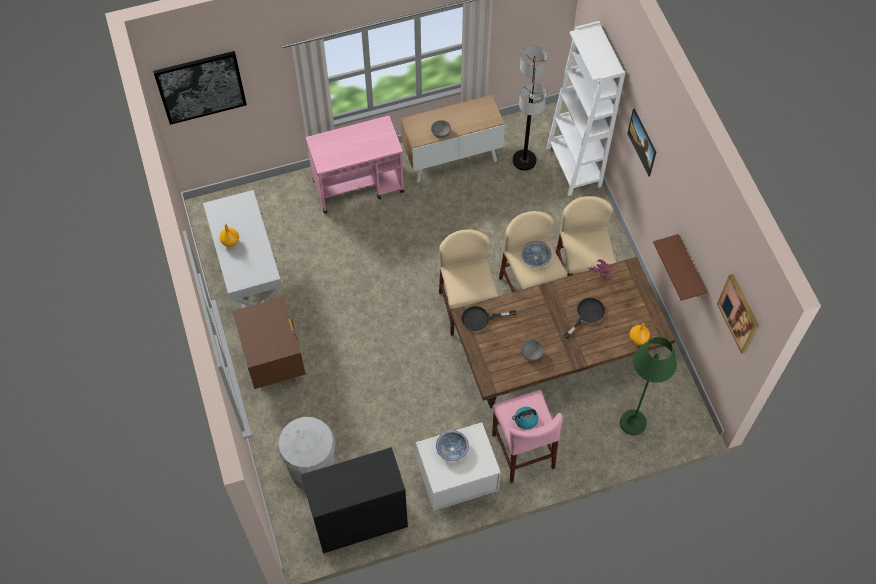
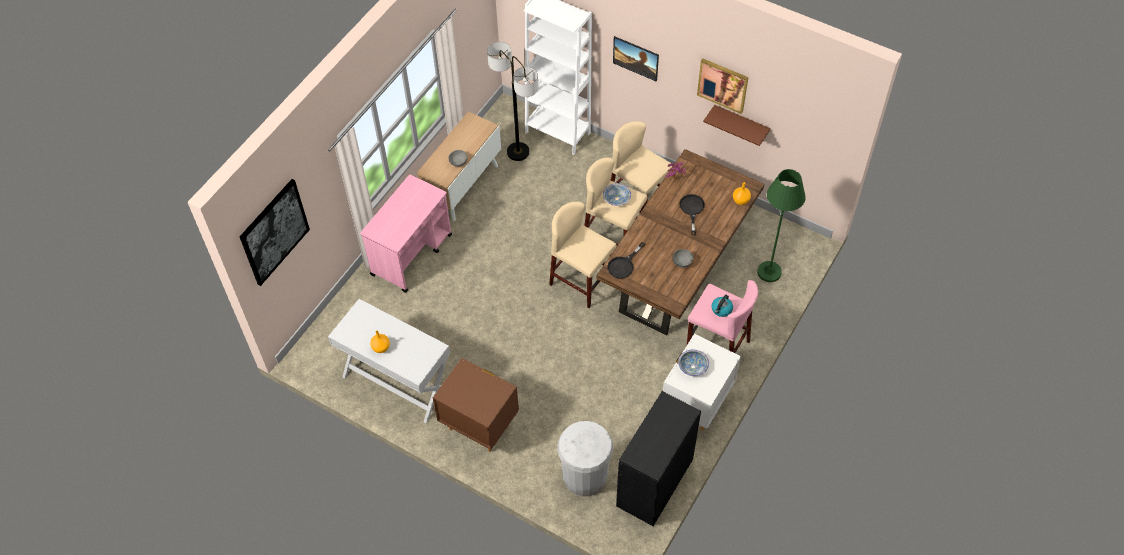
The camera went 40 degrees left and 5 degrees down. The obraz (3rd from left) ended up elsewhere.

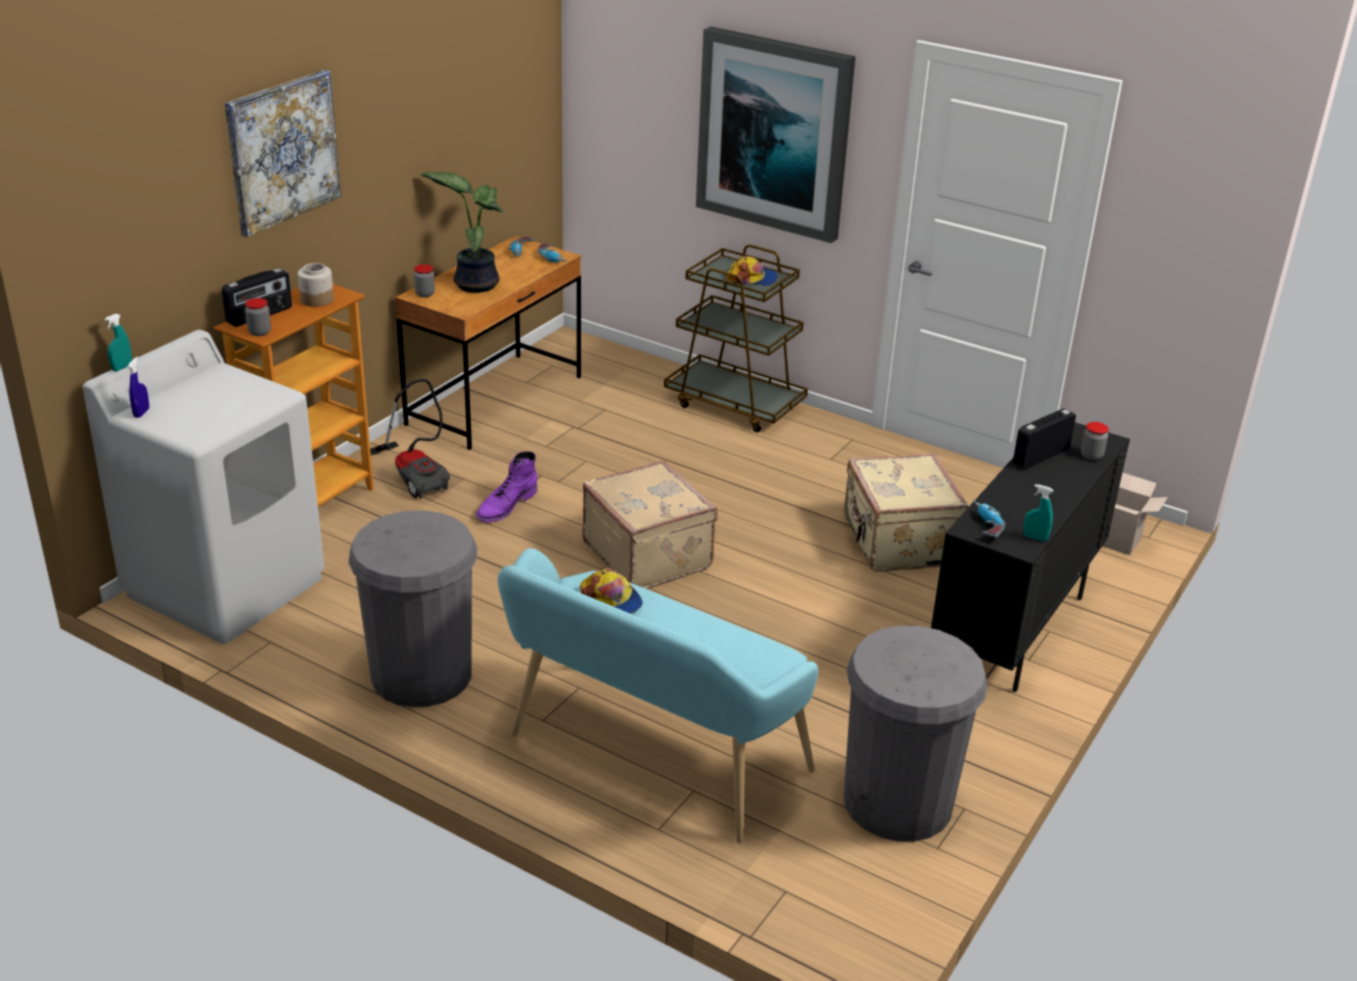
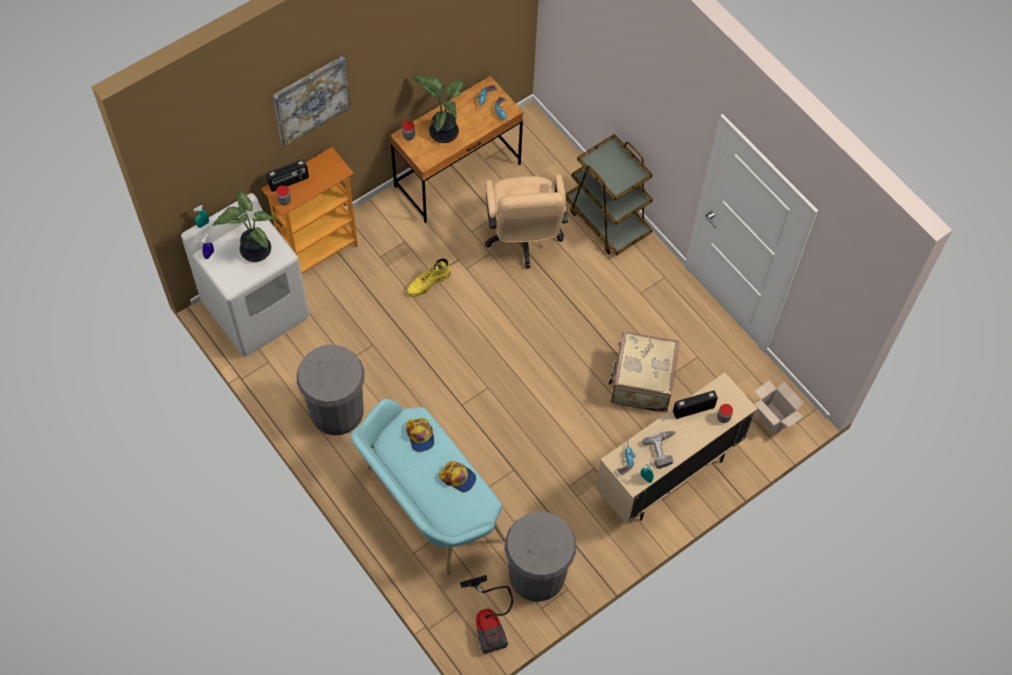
The camera went 20 degrees right and 30 degrees up. The second view lost the słoik (2nd from left). The second view lost the walizka [beżowy] (1st from left). The second view lost the obraz (2nd from left). The second view gained the roślina doniczkowa (1st from left). The second view gained the krzesło biurowe [beżowy]. The second view gained the wiertarka (4th from left). The odkurzacz ended up elsewhere. The czapka z daszkiem (2nd from left) ended up elsewhere. What was the but z cholewką [fioletowy] turned into the but z cholewką [żółty]. What was the szafka [czarny] turned into the szafka [beżowy].

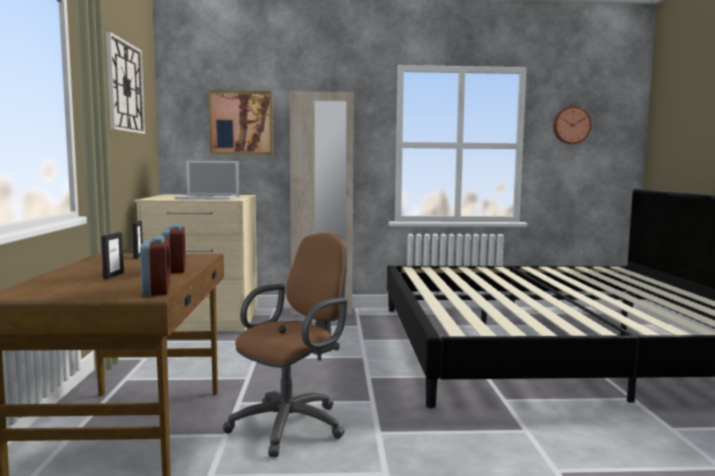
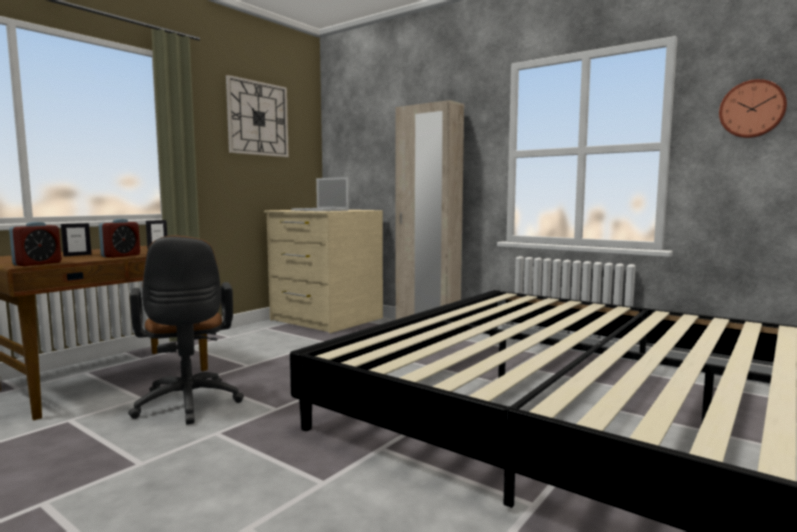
The camera went 40 degrees right and 0 degrees up. The second view lost the obraz. The krzesło biurowe [brązowy] ended up facing another way, 75 degrees clockwise from before.

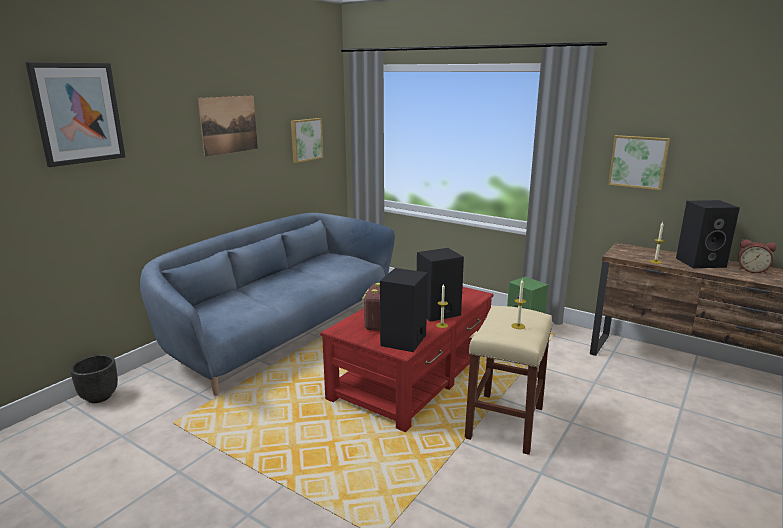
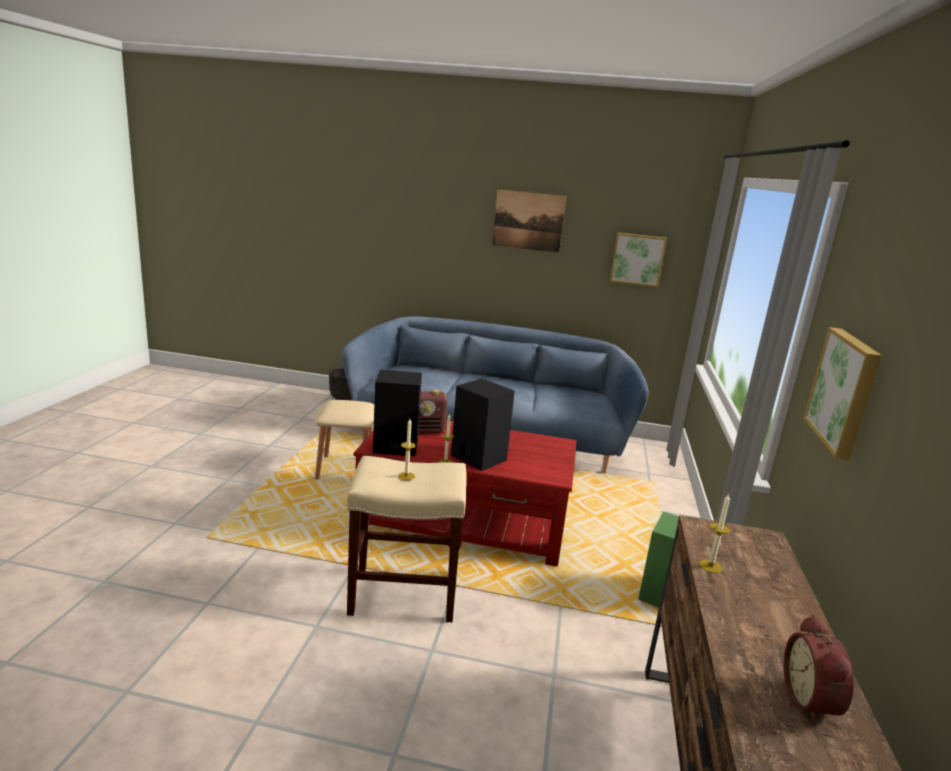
The camera went 65 degrees right and 0 degrees up. The second view lost the obraz (1st from left). The second view lost the głośnik [czarny] (3rd from left). The second view gained the stołek [beżowy] (1st from left).

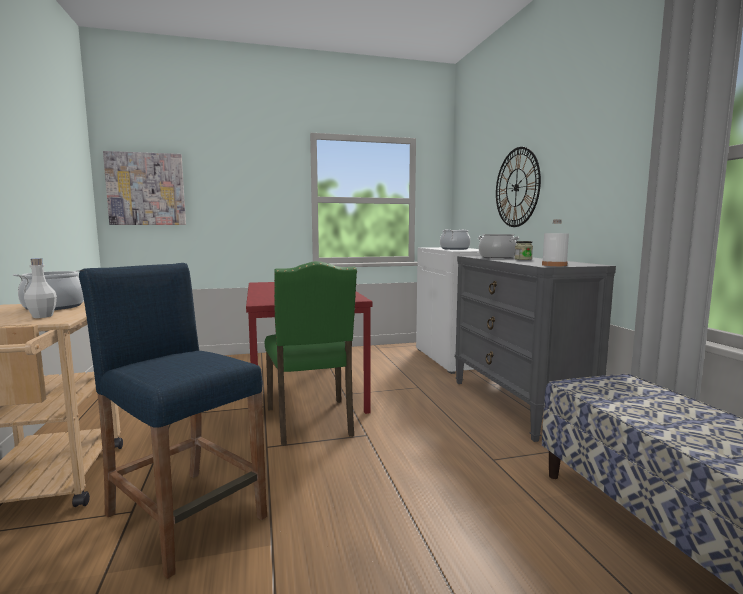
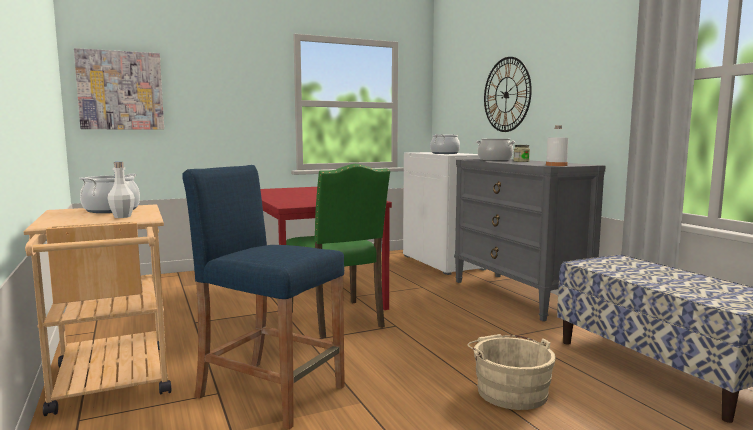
The camera went 10 degrees left and 0 degrees up. The second view gained the wiadro [beżowy].

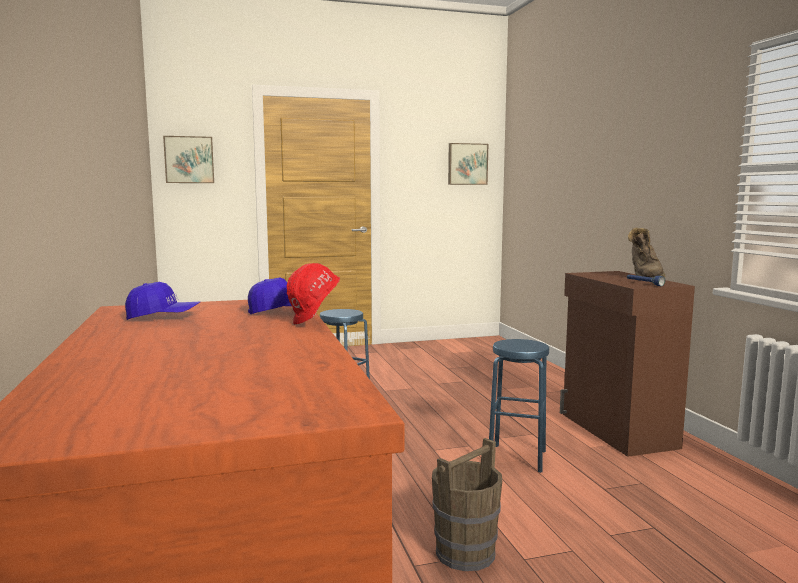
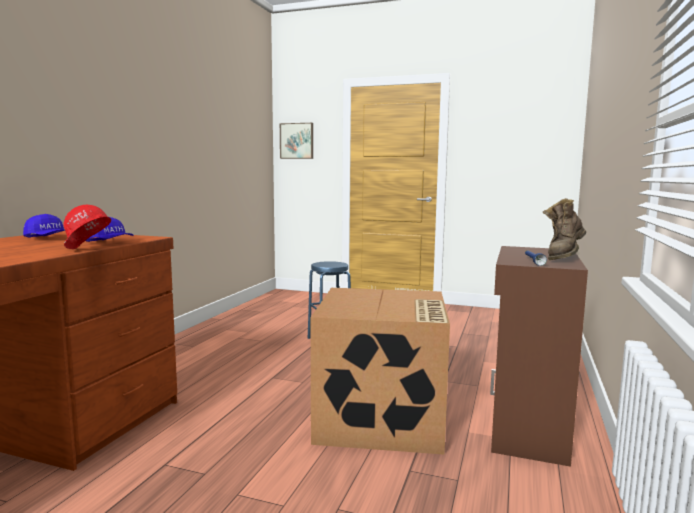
The camera went 35 degrees right and 0 degrees up. The second view lost the wiadro [brązowy]. The second view lost the obraz (2nd from left). Where the stołek [niebieski] (2nd from left) stood, the karton came to stand.

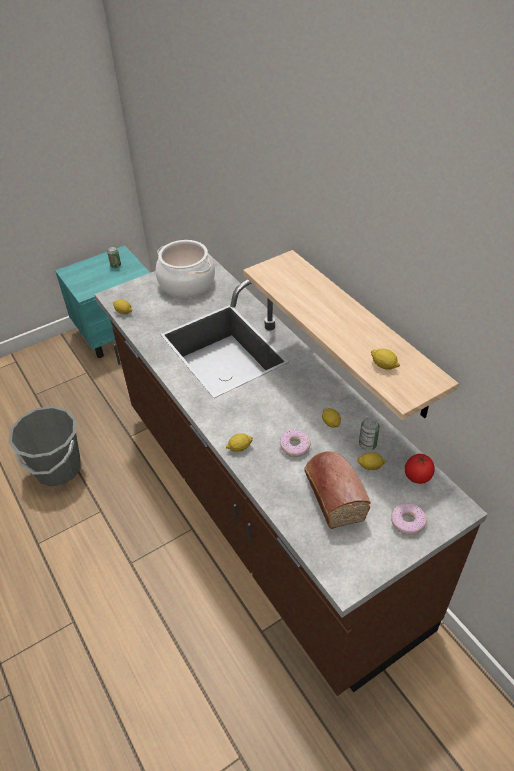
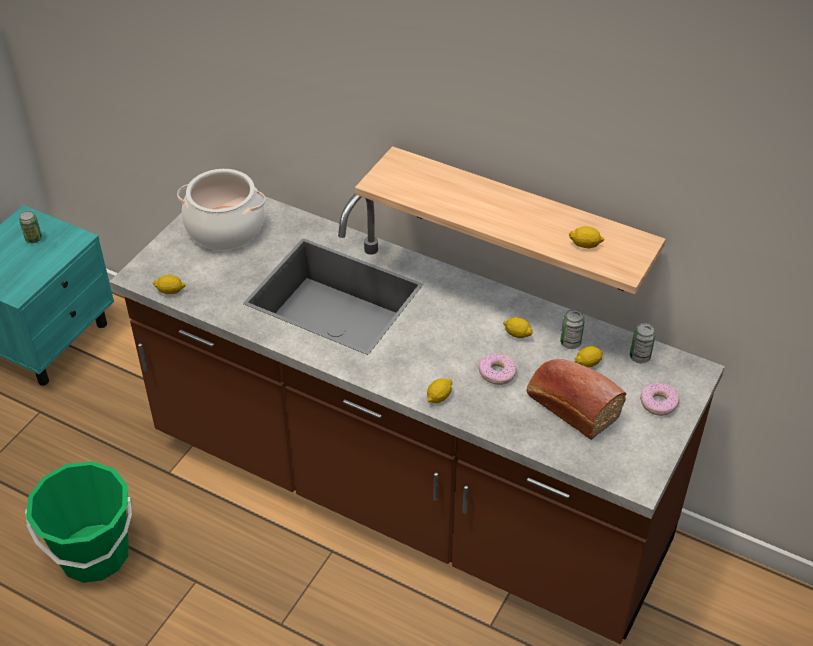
The camera went 30 degrees left and 0 degrees up. Where the pomidor stood, the puszka (3rd from left) came to stand. What was the wiadro [szary] turned into the wiadro [zielony].

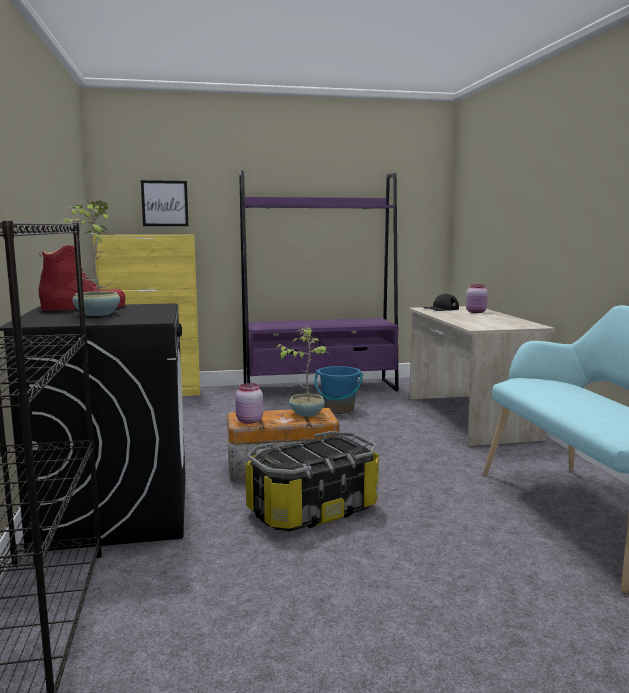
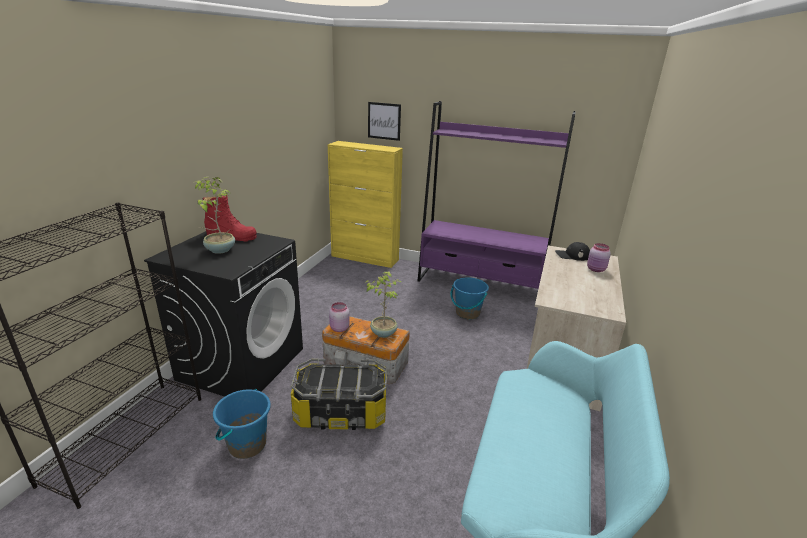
The camera went 30 degrees right and 15 degrees up. The second view gained the wiadro [niebieski] (1st from left).

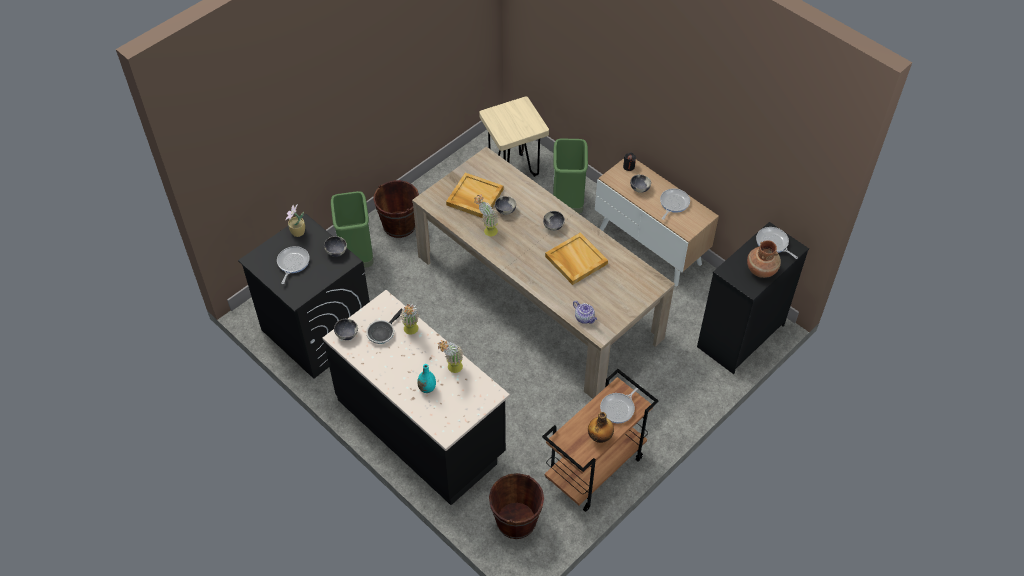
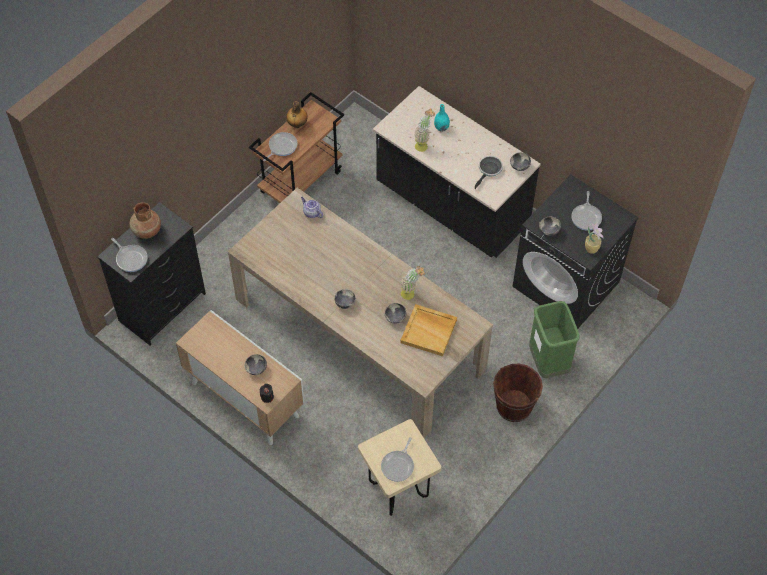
The camera went 175 degrees right and 5 degrees up. The second view lost the roślina doniczkowa (2nd from left). The second view lost the wiadro [brązowy] (2nd from left). The second view lost the taca [beżowy] (2nd from left). The second view lost the kosz na śmieci [zielony] (2nd from left). The patelnia (4th from left in the first image) ended up elsewhere.

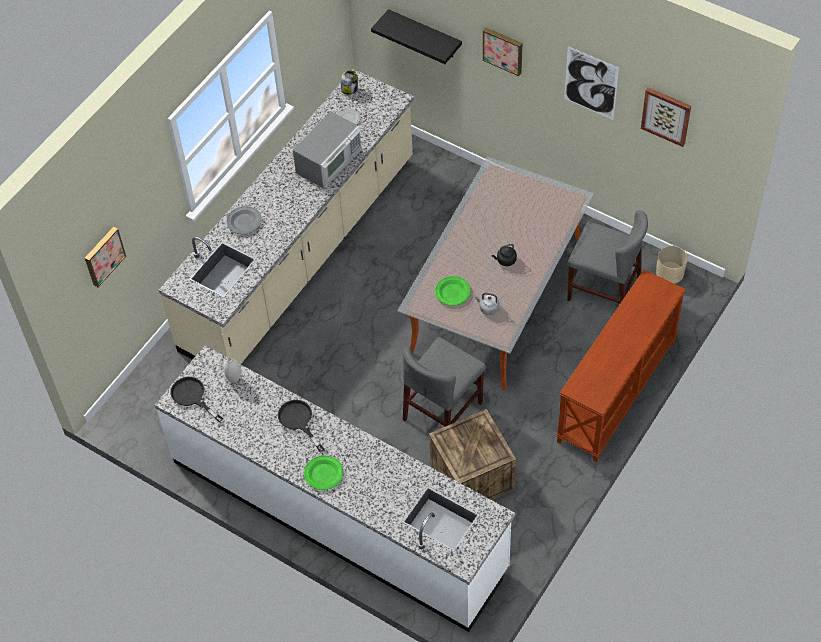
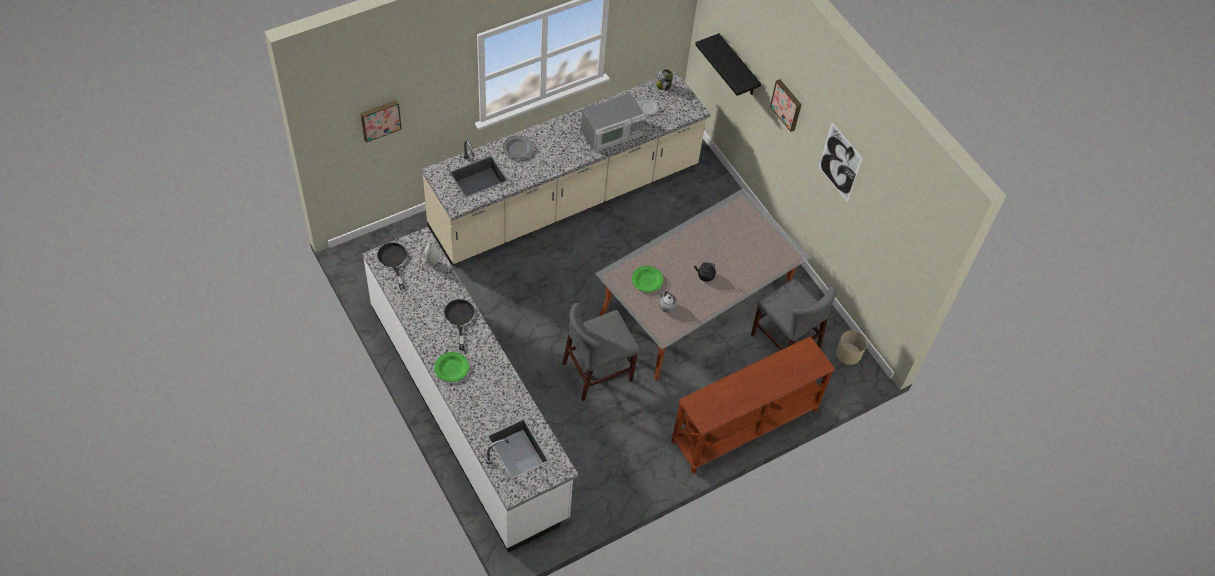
The camera went 20 degrees right and 0 degrees up. The second view lost the skrzynka. The second view lost the obraz (4th from left).

